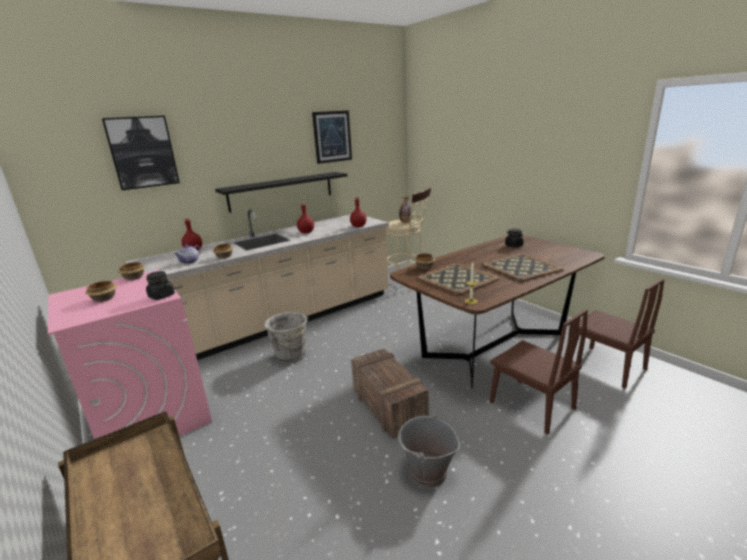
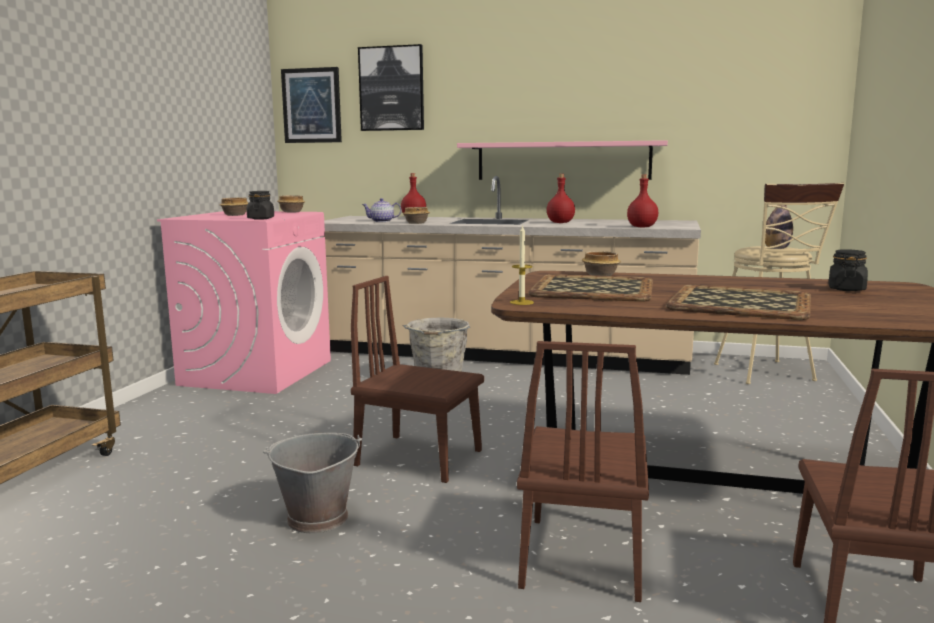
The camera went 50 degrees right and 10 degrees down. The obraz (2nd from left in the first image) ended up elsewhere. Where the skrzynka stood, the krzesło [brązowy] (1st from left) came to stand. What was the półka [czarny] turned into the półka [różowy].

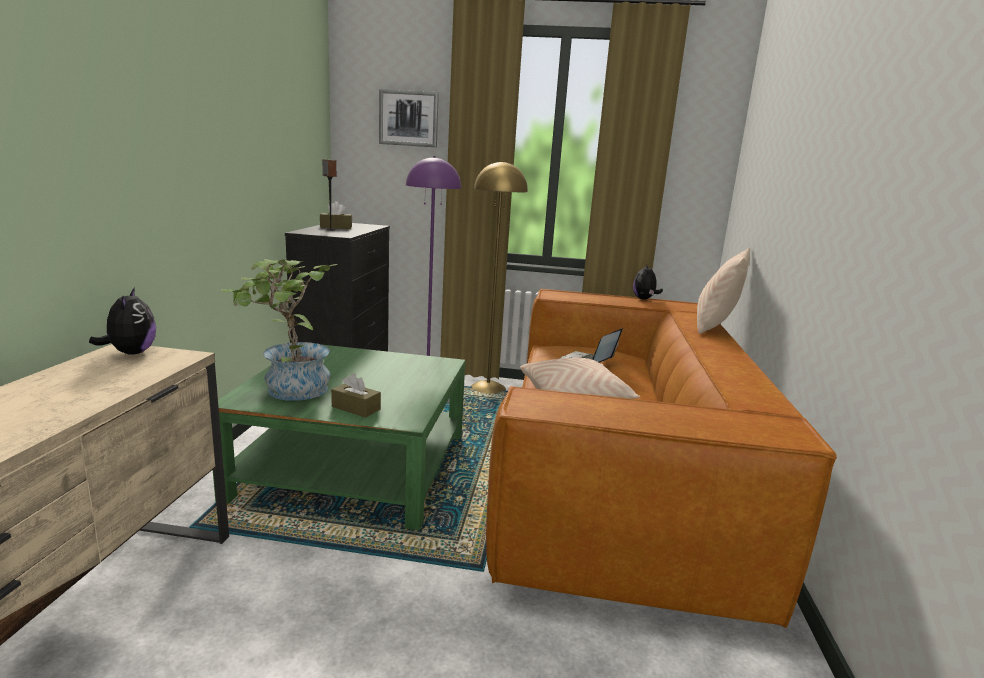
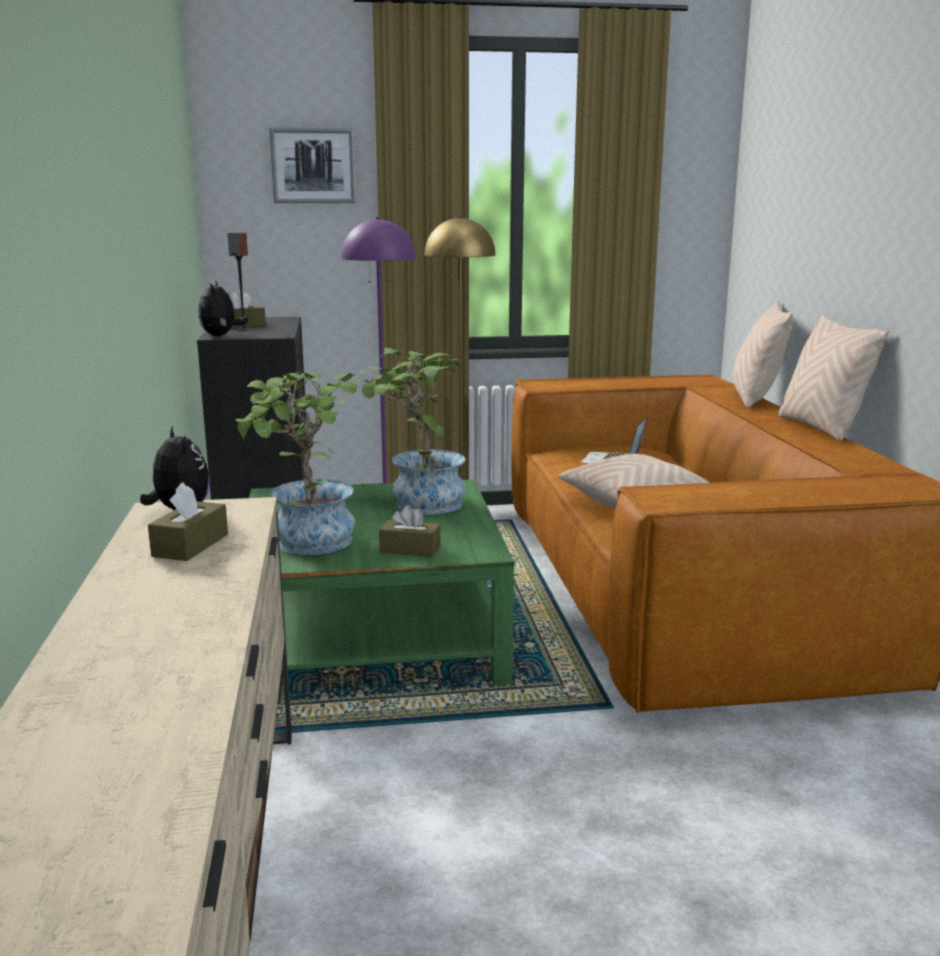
The camera went 15 degrees left and 0 degrees up. The second view gained the pudełko chusteczek [brązowy] (1st from left). The second view gained the roślina doniczkowa (2nd from left). The second view gained the poduszka [beżowy] (3rd from left). The pluszak (2nd from left) ended up elsewhere.

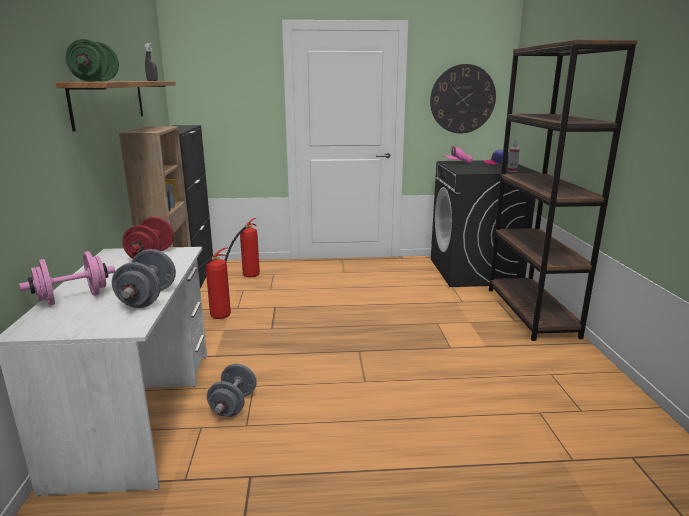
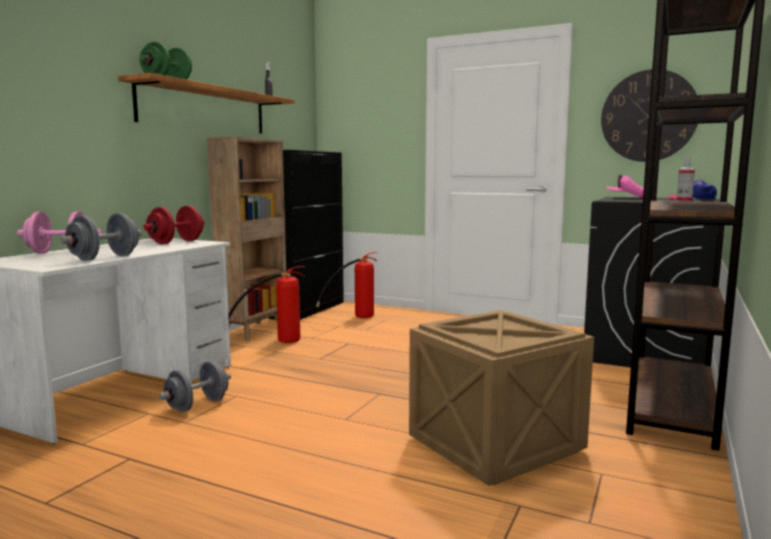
The camera went 30 degrees right and 10 degrees down. The second view gained the skrzynka.

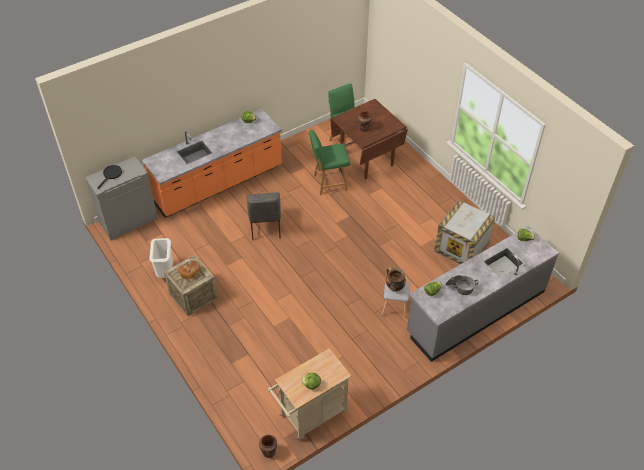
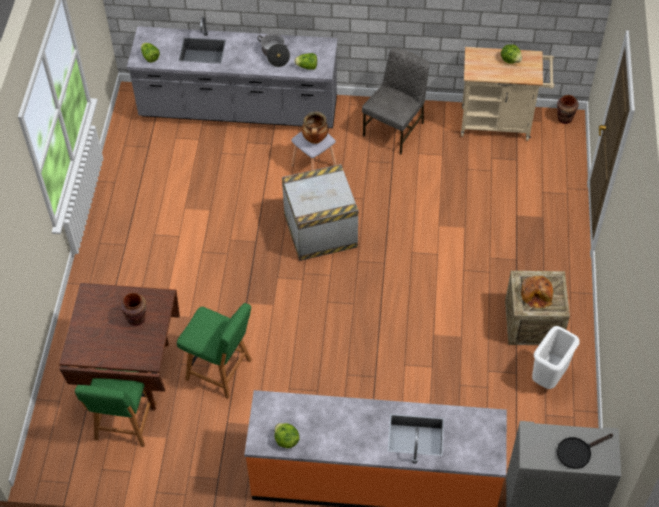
The camera went 140 degrees left and 5 degrees up. The krzesło [szary] ended up elsewhere. The skrzynka (2nd from left in the first image) ended up elsewhere.

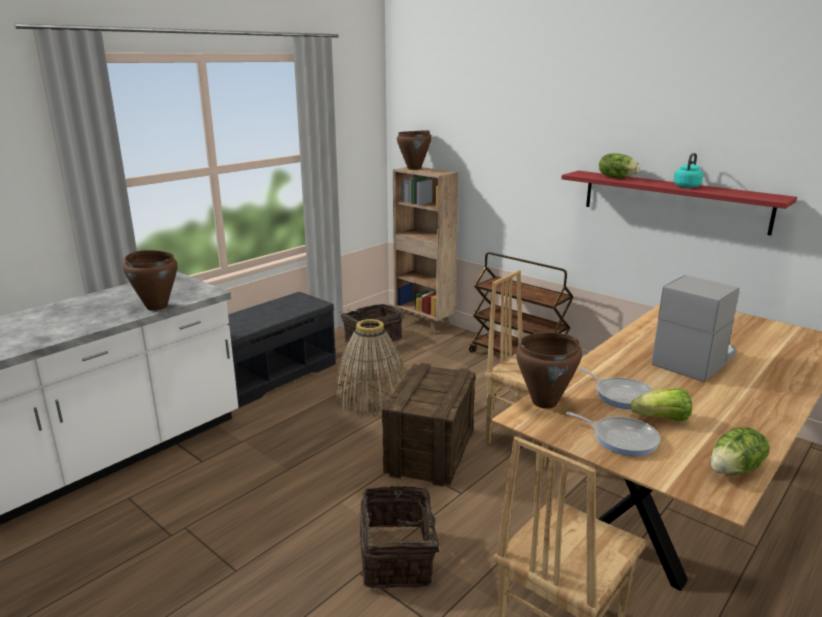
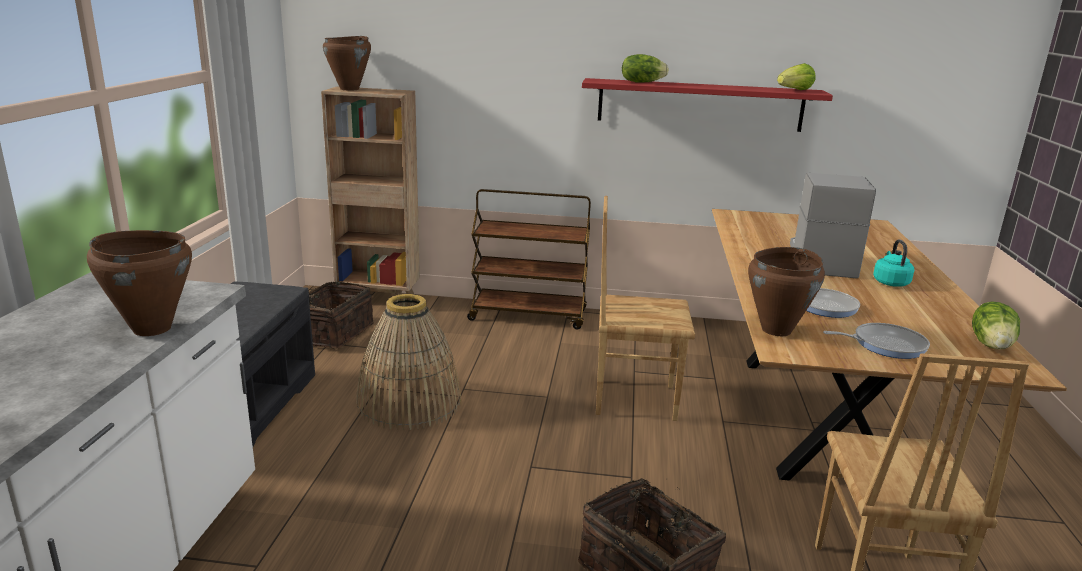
The camera went 35 degrees left and 0 degrees up. The second view lost the skrzynka. The sałata (2nd from left) ended up elsewhere. The czajnik [turkusowy] ended up elsewhere.

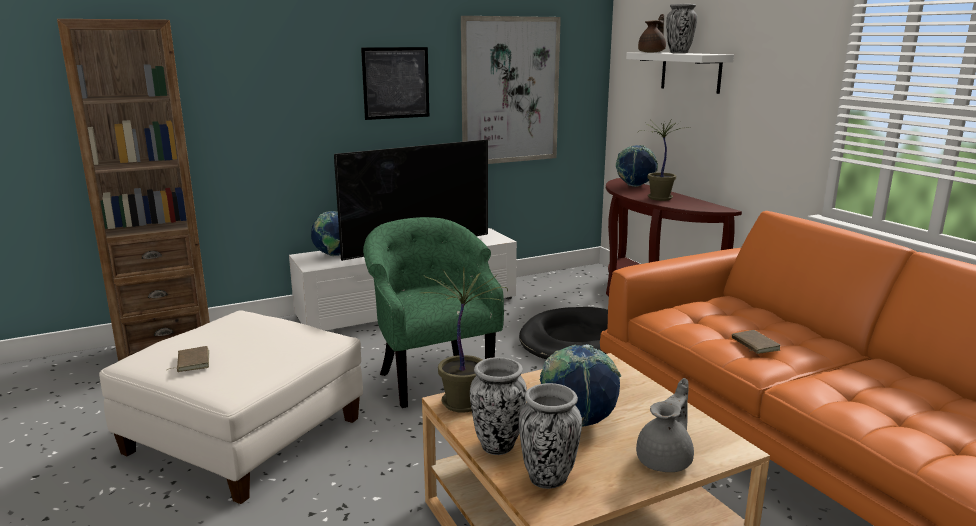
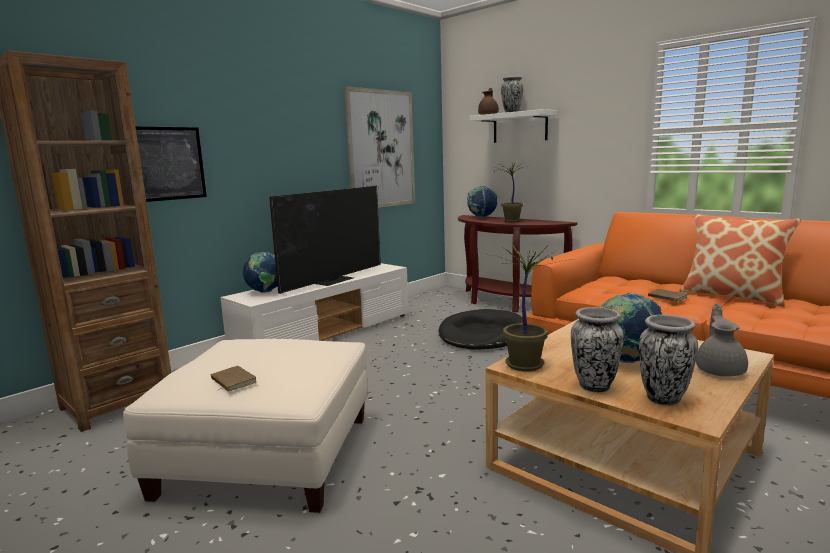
The camera went 20 degrees left and 5 degrees down. The second view lost the fotel [zielony]. The second view gained the poduszka. The obraz (1st from left) ended up elsewhere.

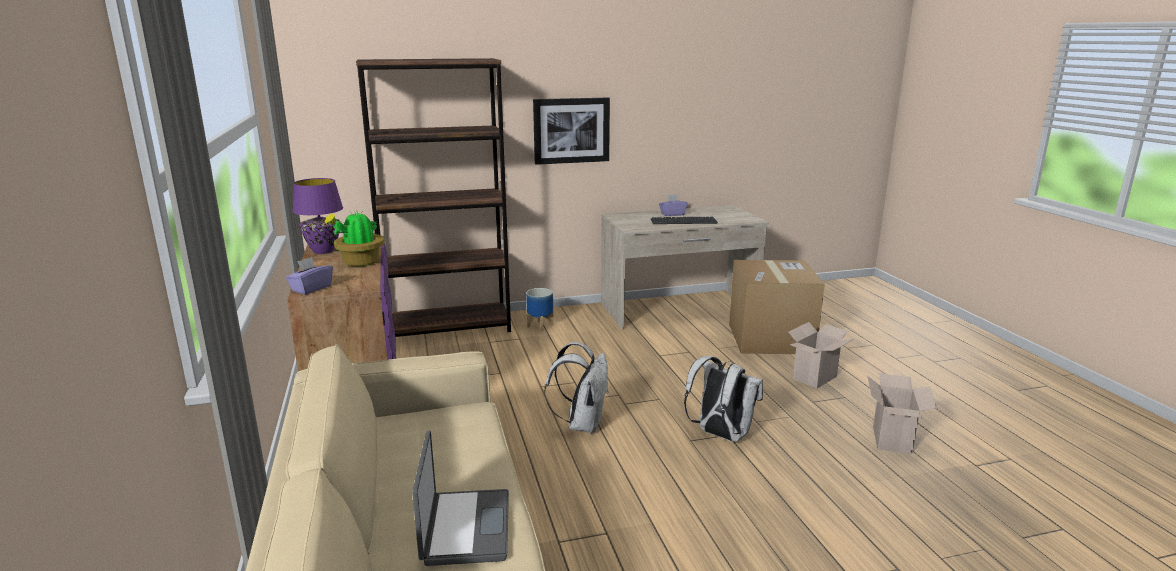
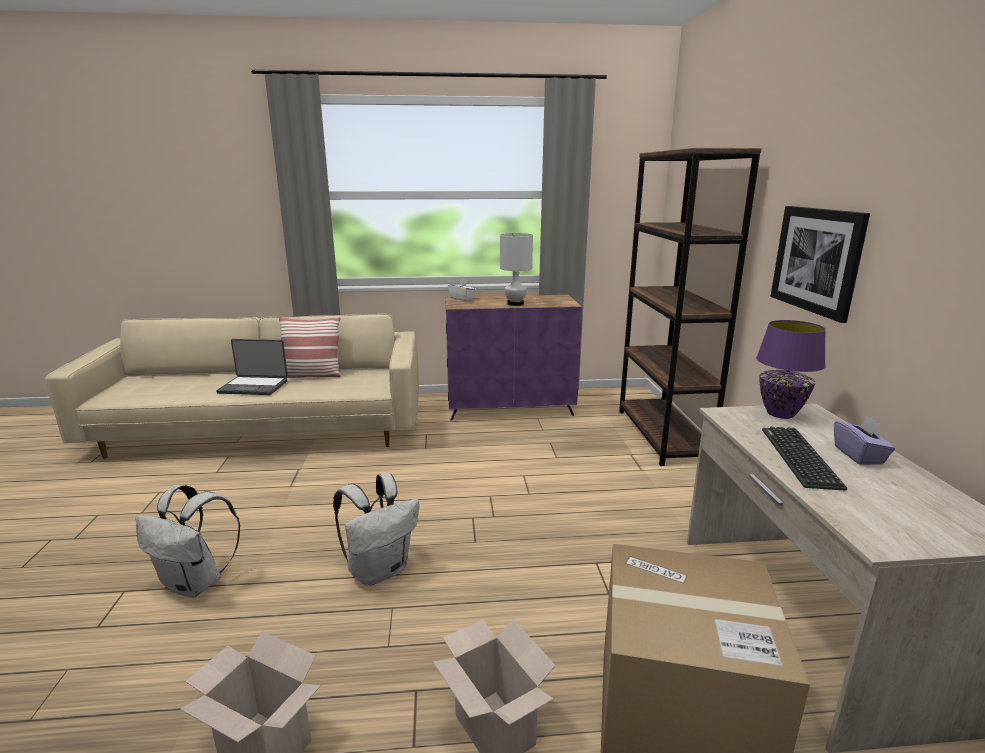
The camera went 100 degrees right and 0 degrees up. The second view lost the donica. The second view gained the poduszka. The lampa stołowa [fioletowy] ended up elsewhere. The plecak [biały] (1st from left) ended up elsewhere. Where the roślina doniczkowa stood, the lampa stołowa [biały] came to stand. What was the pudełko chusteczek [fioletowy] (1st from left) turned into the pudełko chusteczek [biały].

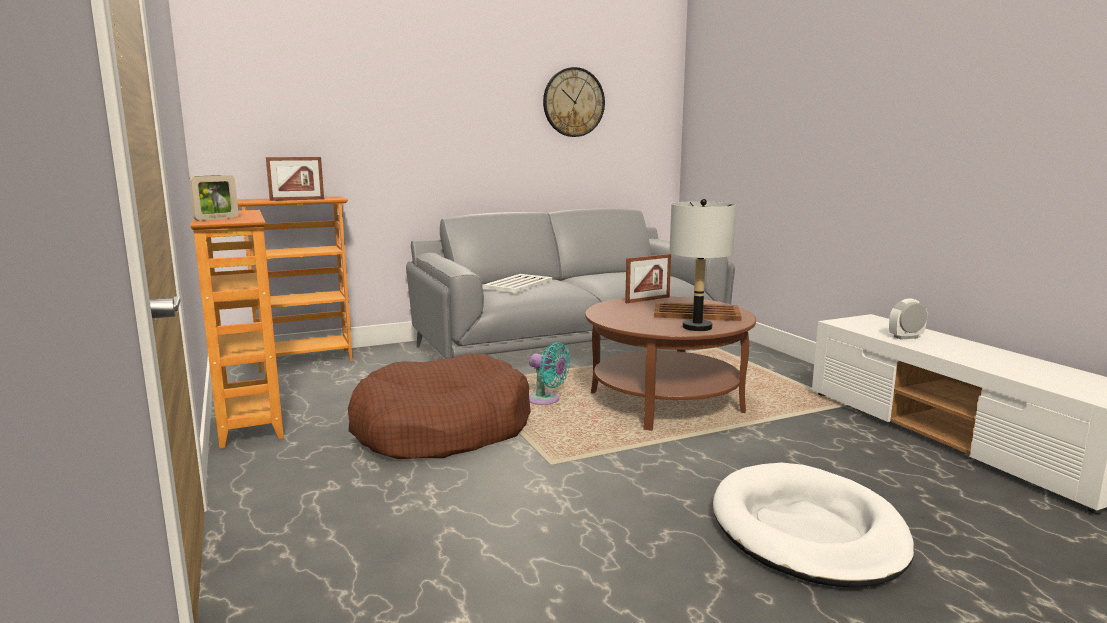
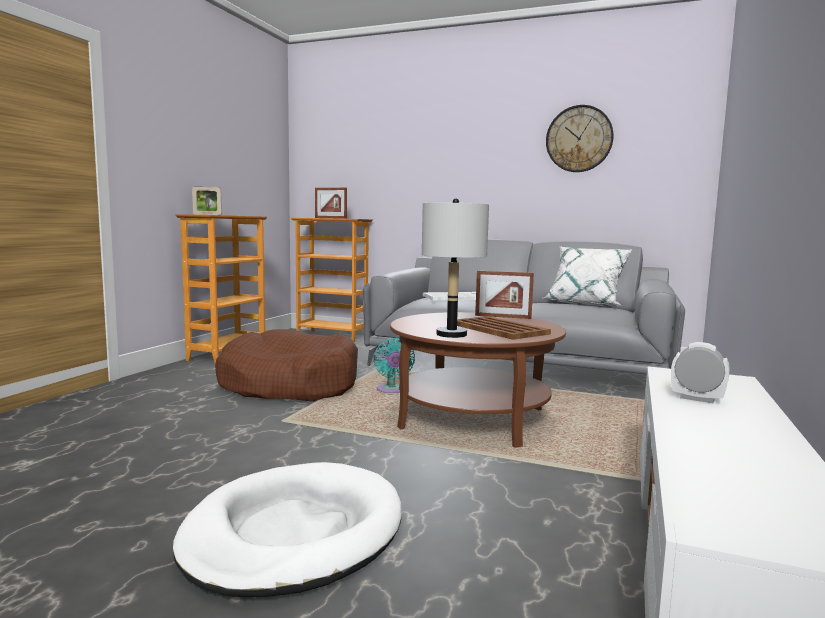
The camera went 45 degrees right and 5 degrees down. The second view gained the poduszka [biały].

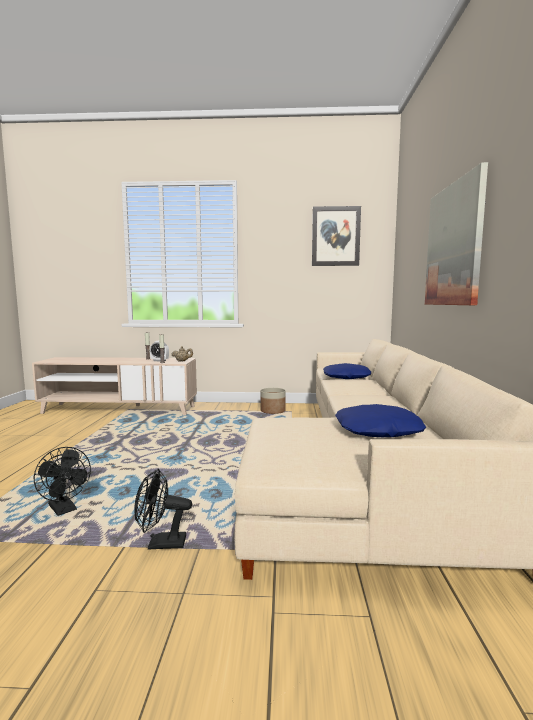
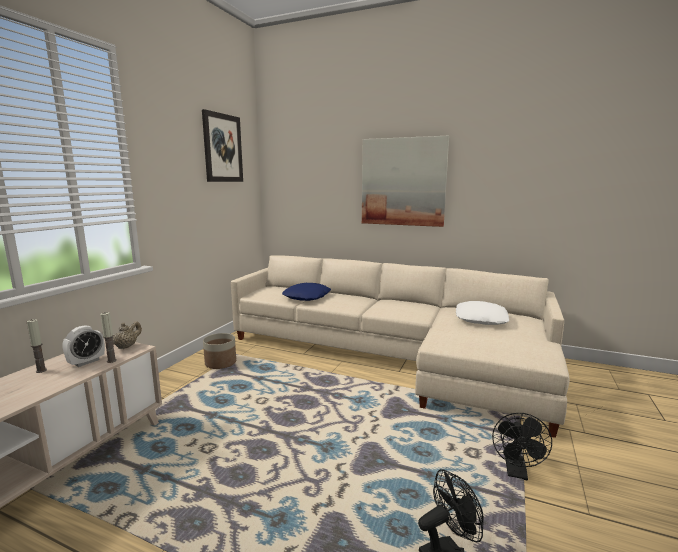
The camera went 70 degrees left and 5 degrees up. What was the poduszka [niebieski] (2nd from left) turned into the poduszka [biały].

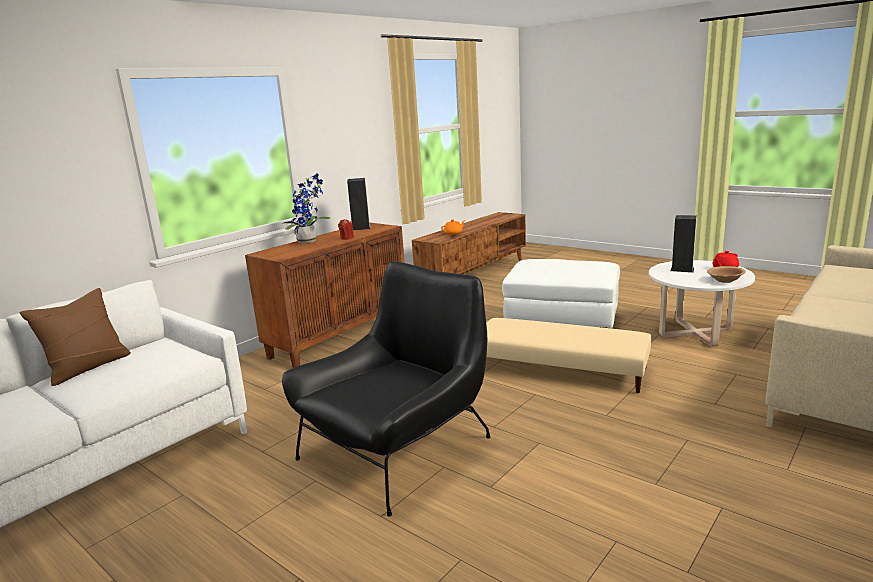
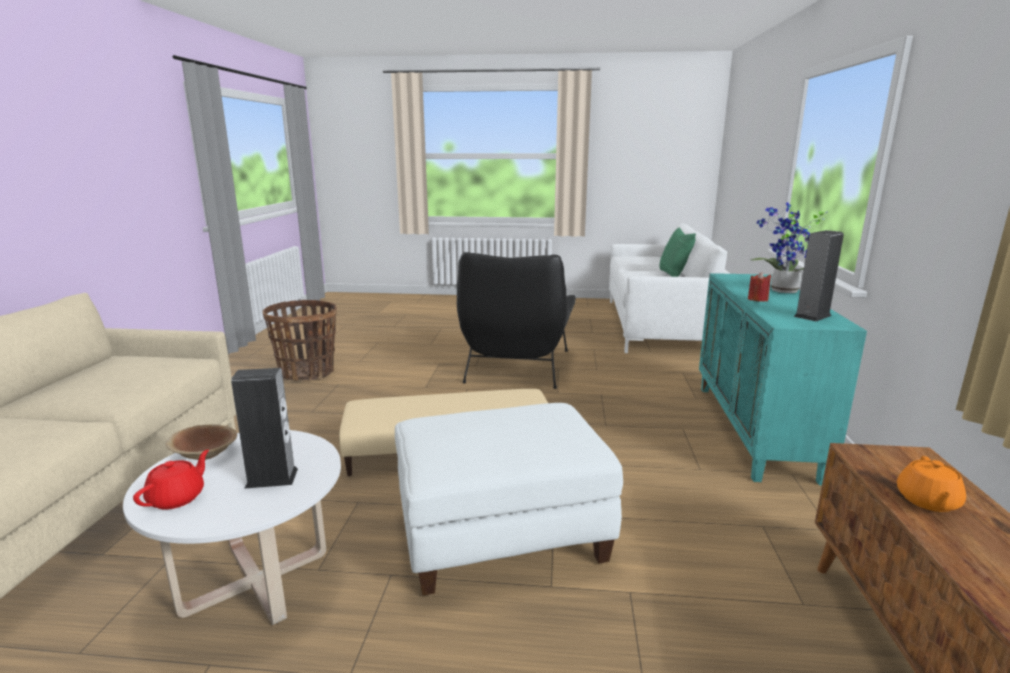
The camera went 145 degrees right and 0 degrees up. The second view gained the koszyk. What was the poduszka [brązowy] turned into the poduszka [zielony]. What was the szafka [brązowy] turned into the szafka [turkusowy].

